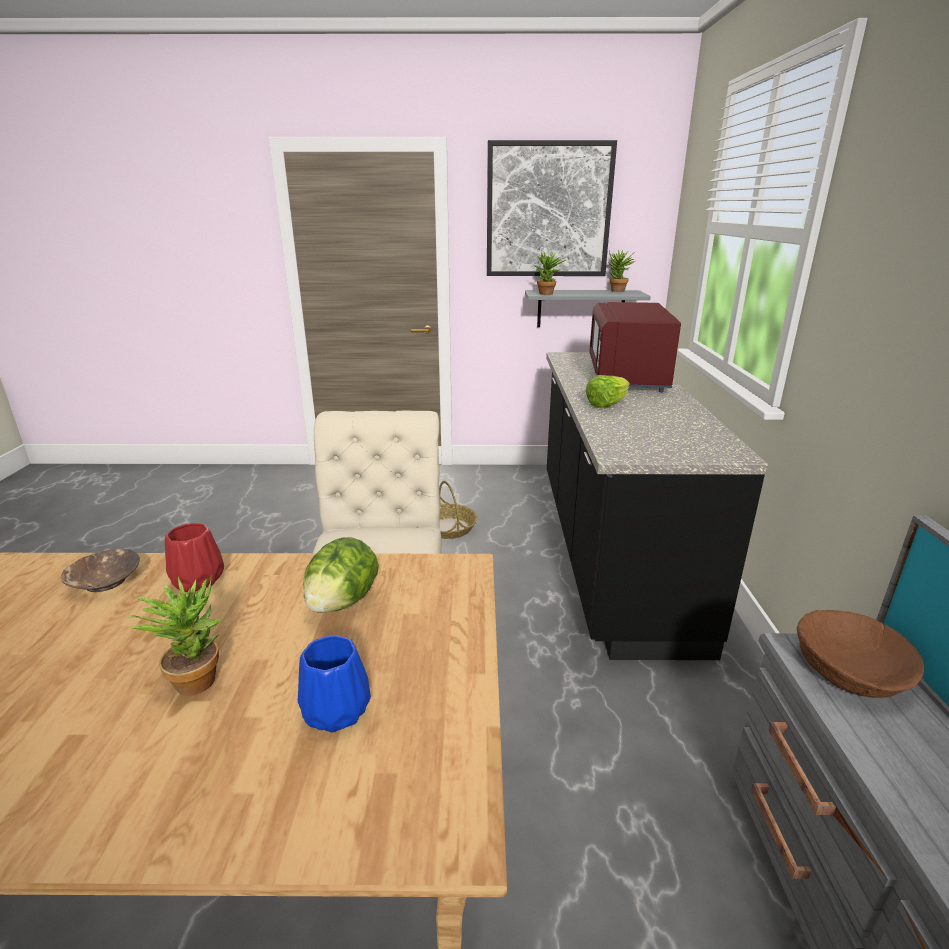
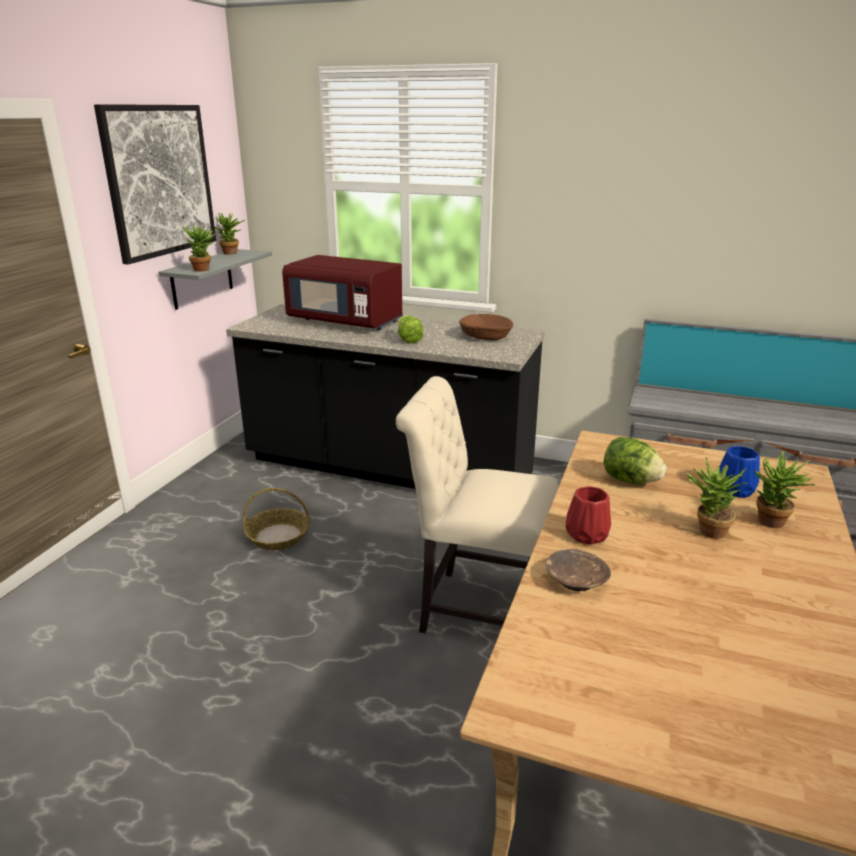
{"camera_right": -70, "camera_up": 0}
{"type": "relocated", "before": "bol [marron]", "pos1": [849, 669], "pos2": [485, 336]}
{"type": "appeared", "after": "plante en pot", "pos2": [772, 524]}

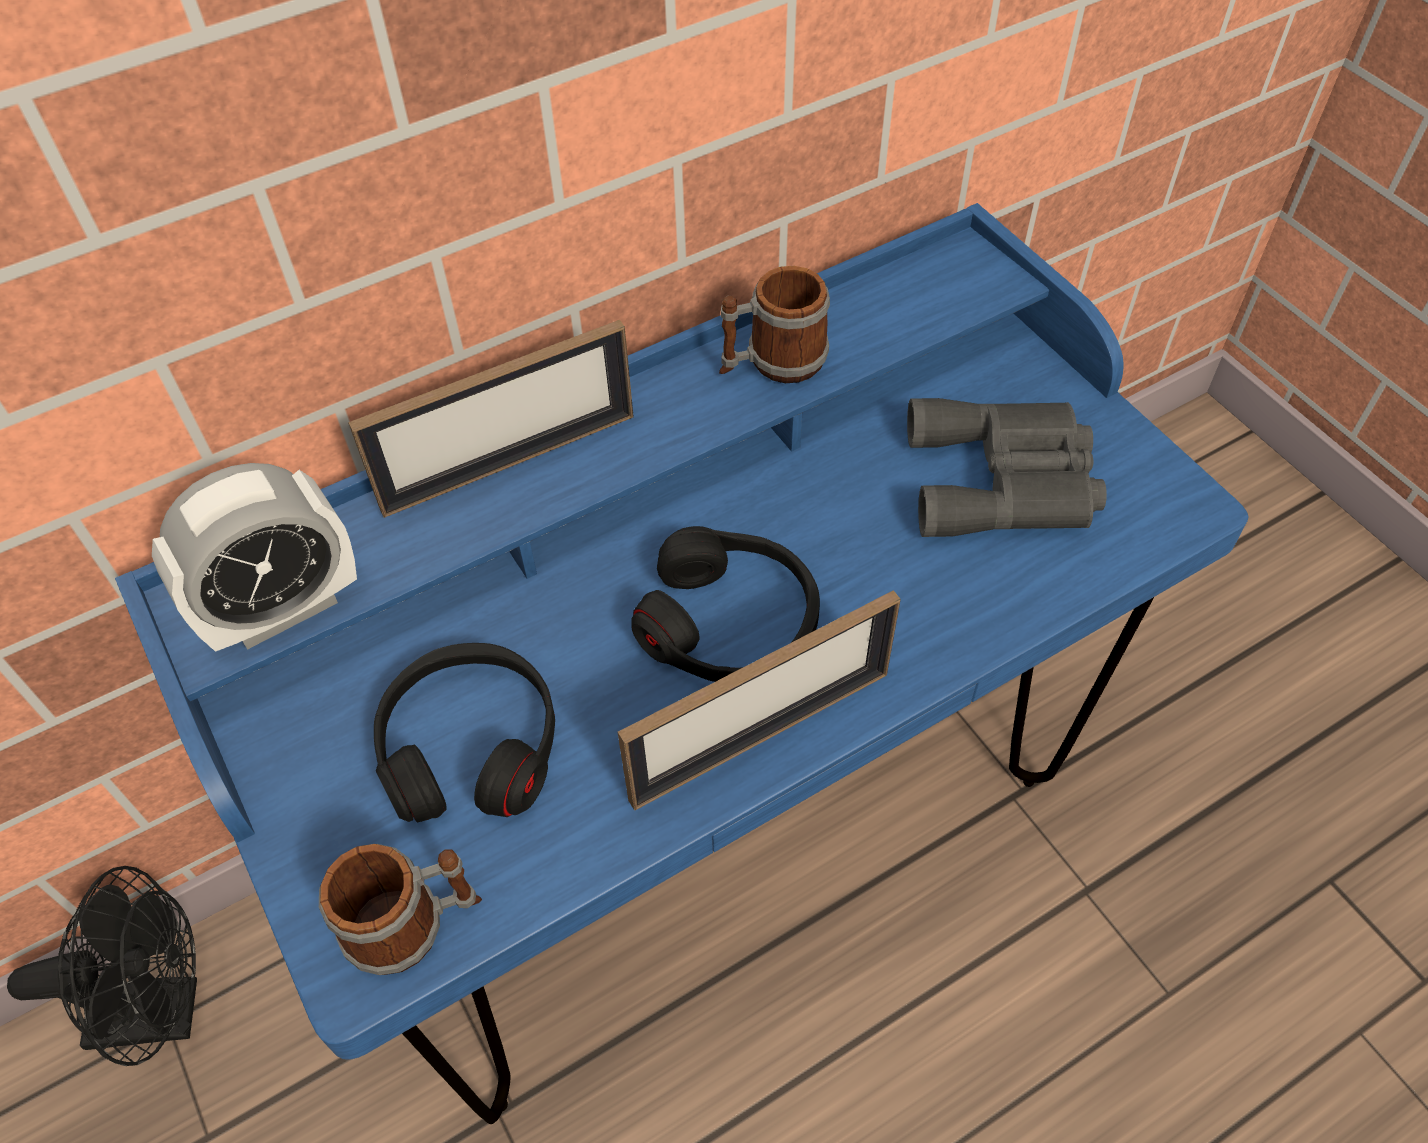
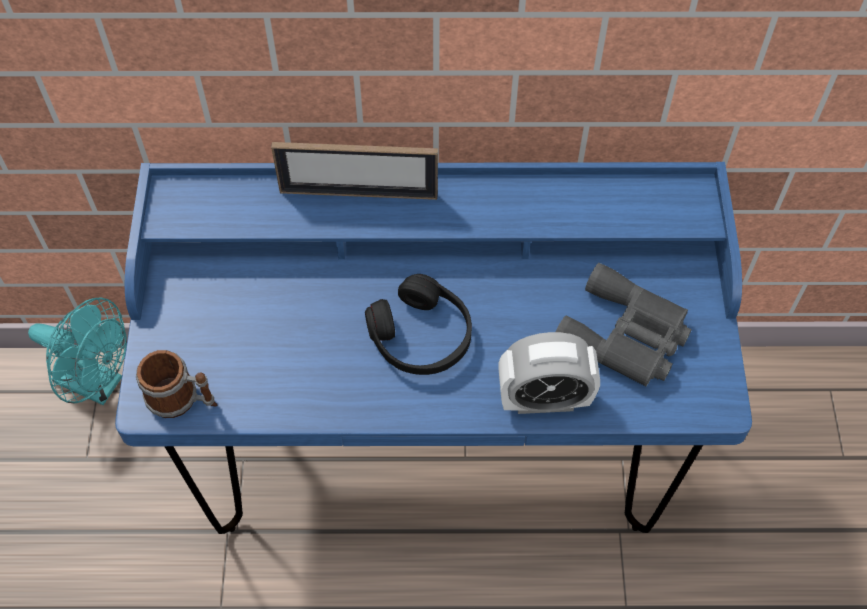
{"camera_right": 30, "camera_up": 5}
{"type": "colour", "before": "ventilateur [noir]", "after": "ventilateur [turquoise]", "pos1": [162, 1010], "pos2": [98, 384]}
{"type": "relocated", "before": "réveil", "pos1": [283, 609], "pos2": [544, 399]}
{"type": "missing", "before": "casque audio [noir]", "pos1": [470, 745]}
{"type": "missing", "before": "cadre photo", "pos1": [761, 735]}
{"type": "missing", "before": "mug", "pos1": [772, 362]}

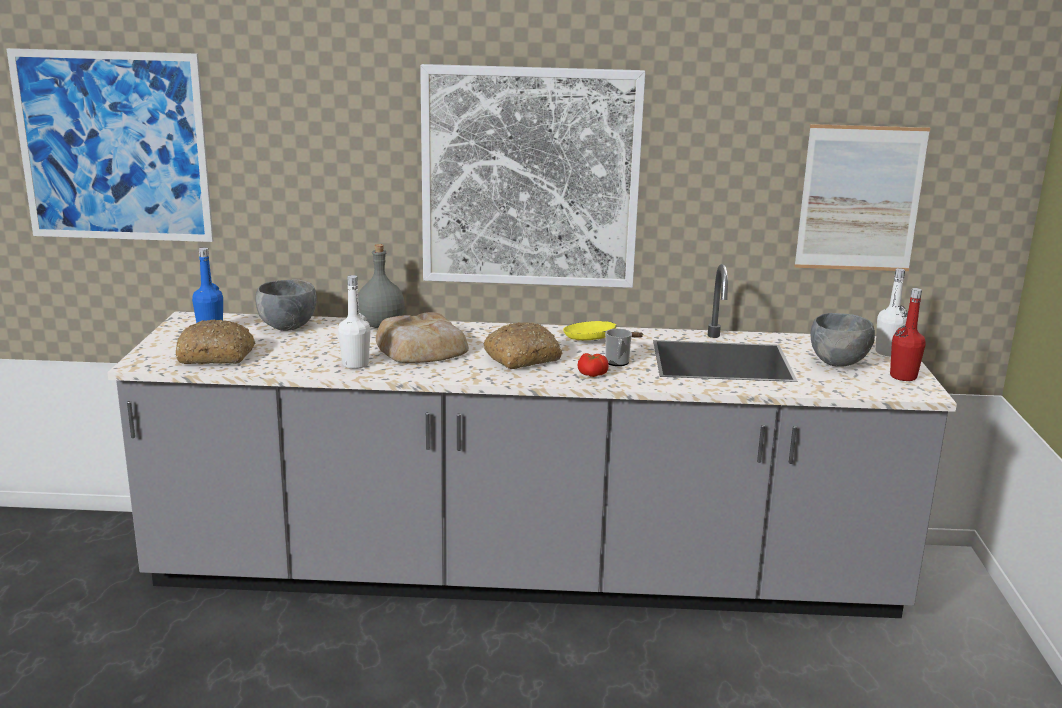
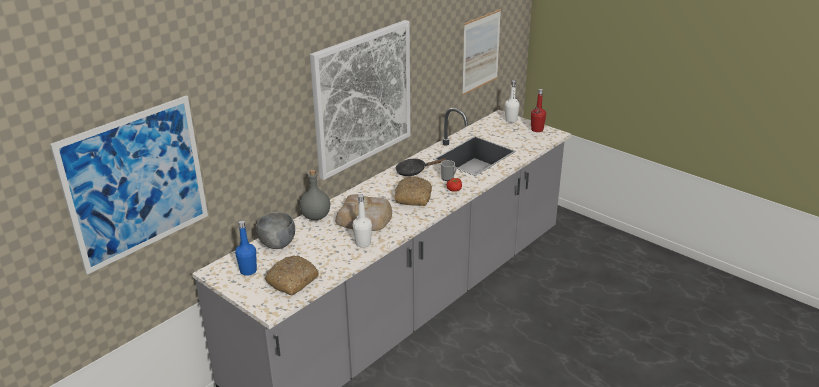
{"camera_right": -50, "camera_up": 10}
{"type": "colour", "before": "poêle [jaune]", "after": "poêle [noir]", "pos1": [594, 339], "pos2": [414, 171]}
{"type": "missing", "before": "bol [gris]", "pos1": [839, 363]}

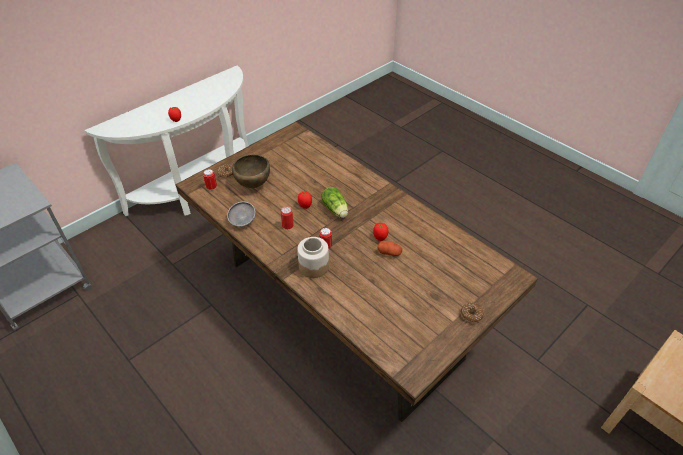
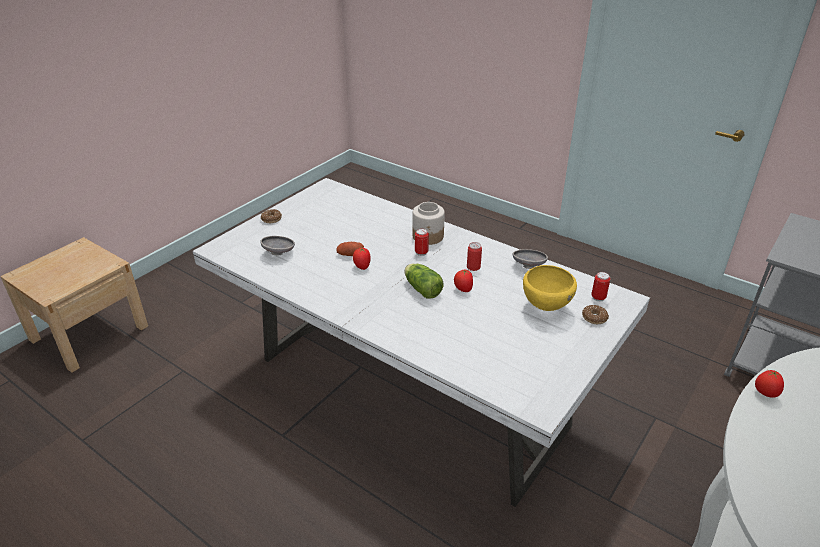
{"camera_right": 170, "camera_up": -10}
{"type": "colour", "before": "table à manger [marron]", "after": "table à manger [blanc]", "pos1": [340, 309], "pos2": [411, 392]}
{"type": "colour", "before": "bol [marron]", "after": "bol [jaune]", "pos1": [253, 185], "pos2": [545, 307]}
{"type": "appeared", "after": "bol [gris]", "pos2": [279, 252]}

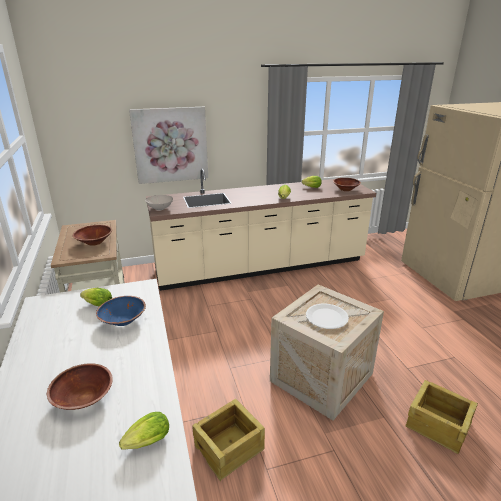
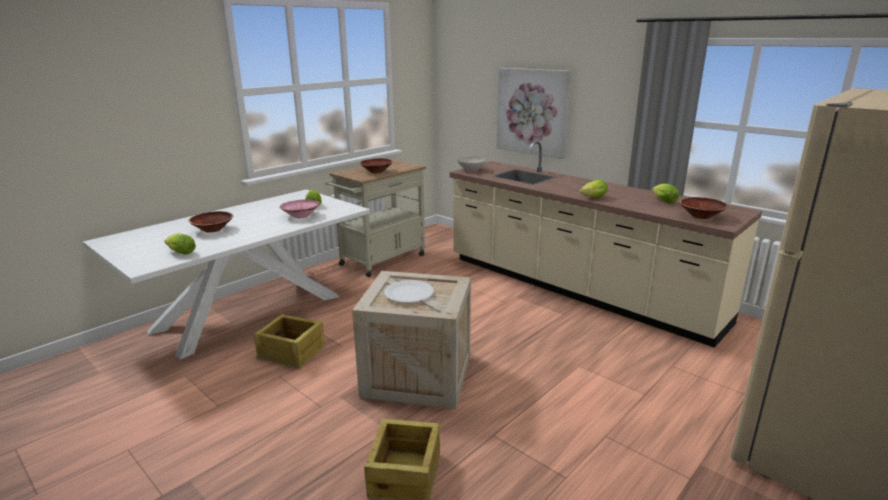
{"camera_right": 60, "camera_up": -5}
{"type": "colour", "before": "bol [bleu]", "after": "bol [rose]", "pos1": [123, 320], "pos2": [301, 216]}

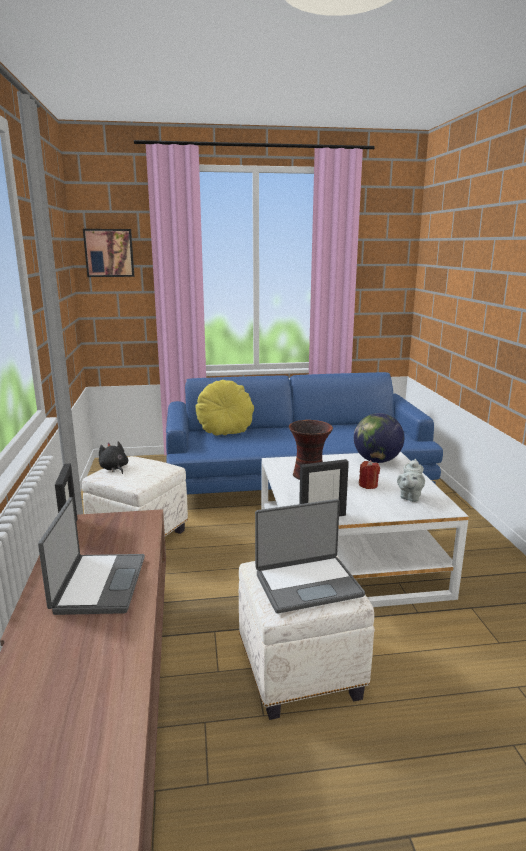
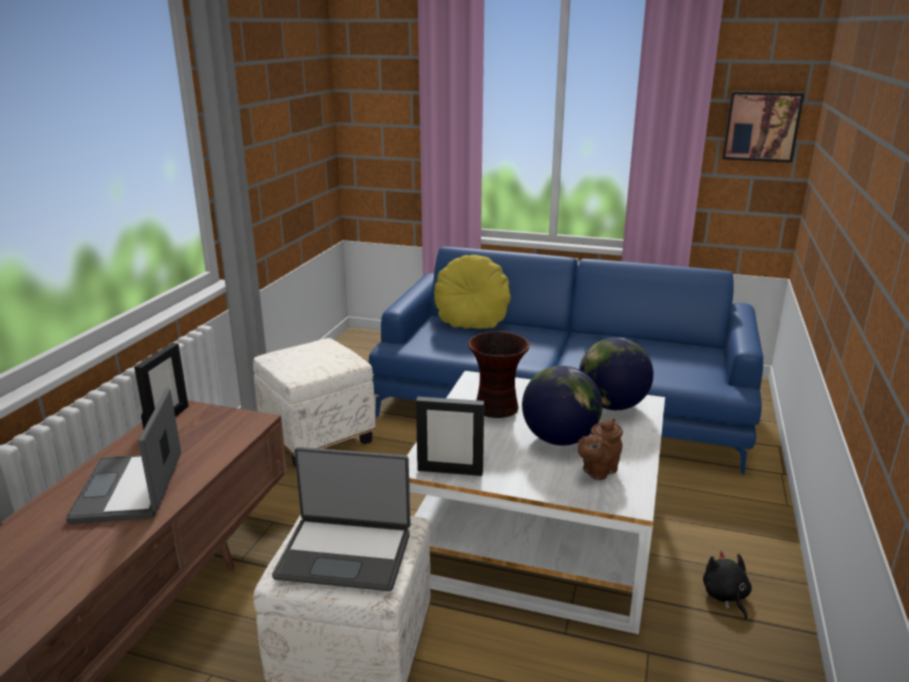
{"camera_right": 25, "camera_up": 5}
{"type": "spun", "before": "ordinateur portable", "pos1": [98, 584], "pos2": [131, 489], "turn": 150}
{"type": "relocated", "before": "tableau", "pos1": [109, 253], "pos2": [761, 126]}
{"type": "relocated", "before": "peluche [noir]", "pos1": [114, 468], "pos2": [725, 596]}
{"type": "exchanged", "before": "bougie [rouge]", "after": "globe", "pos1": [368, 485], "pos2": [559, 440]}
{"type": "colour", "before": "théière [gris]", "after": "théière [marron]", "pos1": [409, 497], "pos2": [597, 471]}

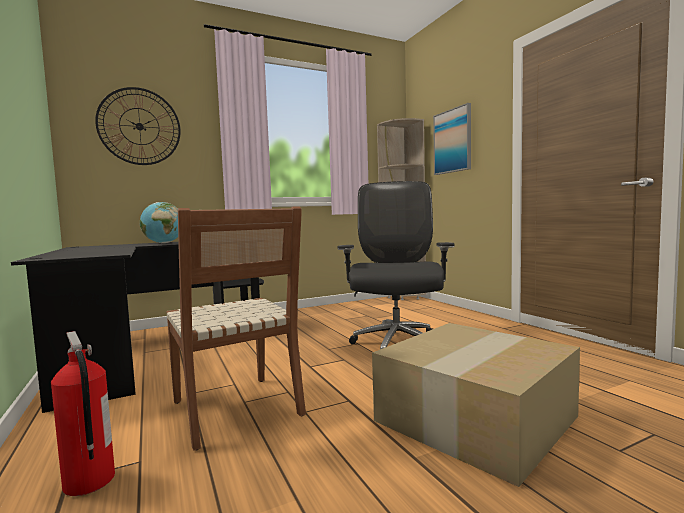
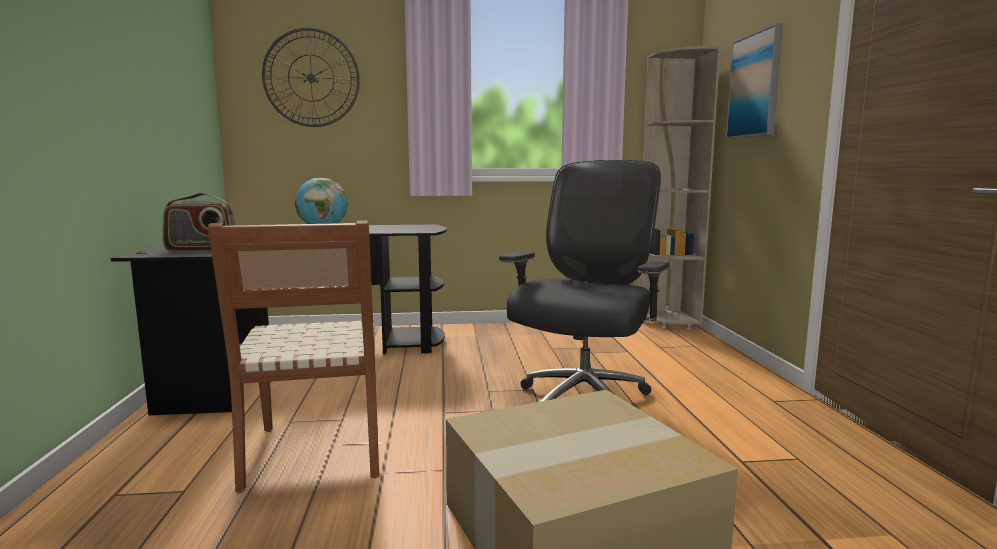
{"camera_right": 20, "camera_up": 5}
{"type": "missing", "before": "extincteur", "pos1": [88, 482]}
{"type": "appeared", "after": "radio", "pos2": [201, 250]}

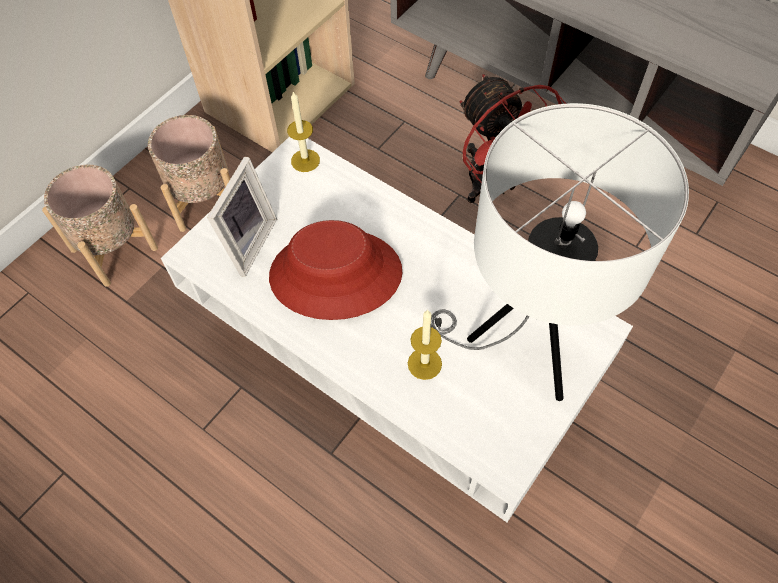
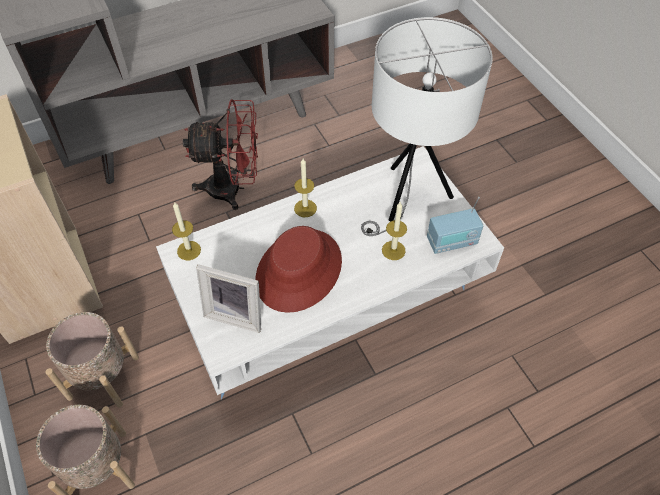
{"camera_right": -65, "camera_up": -5}
{"type": "spun", "before": "cadre photo", "pos1": [246, 243], "pos2": [236, 313], "turn": 150}
{"type": "appeared", "after": "bougie", "pos2": [305, 208]}
{"type": "appeared", "after": "radio", "pos2": [452, 242]}

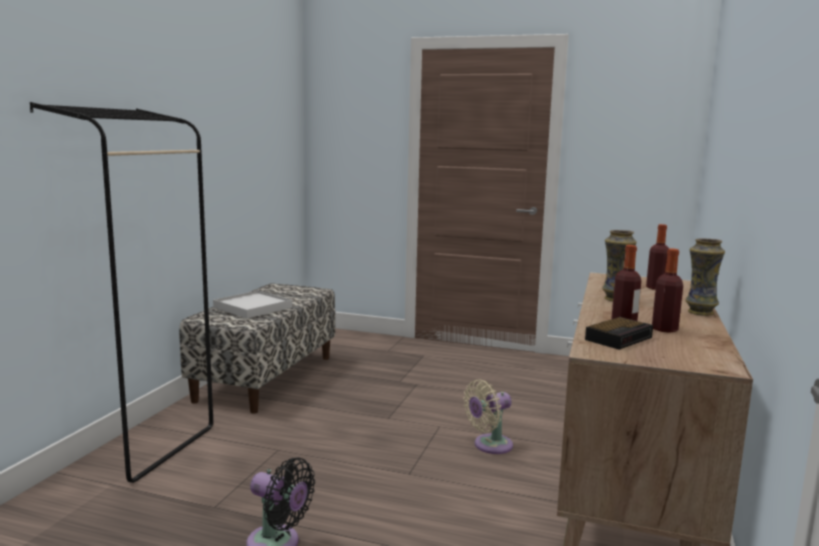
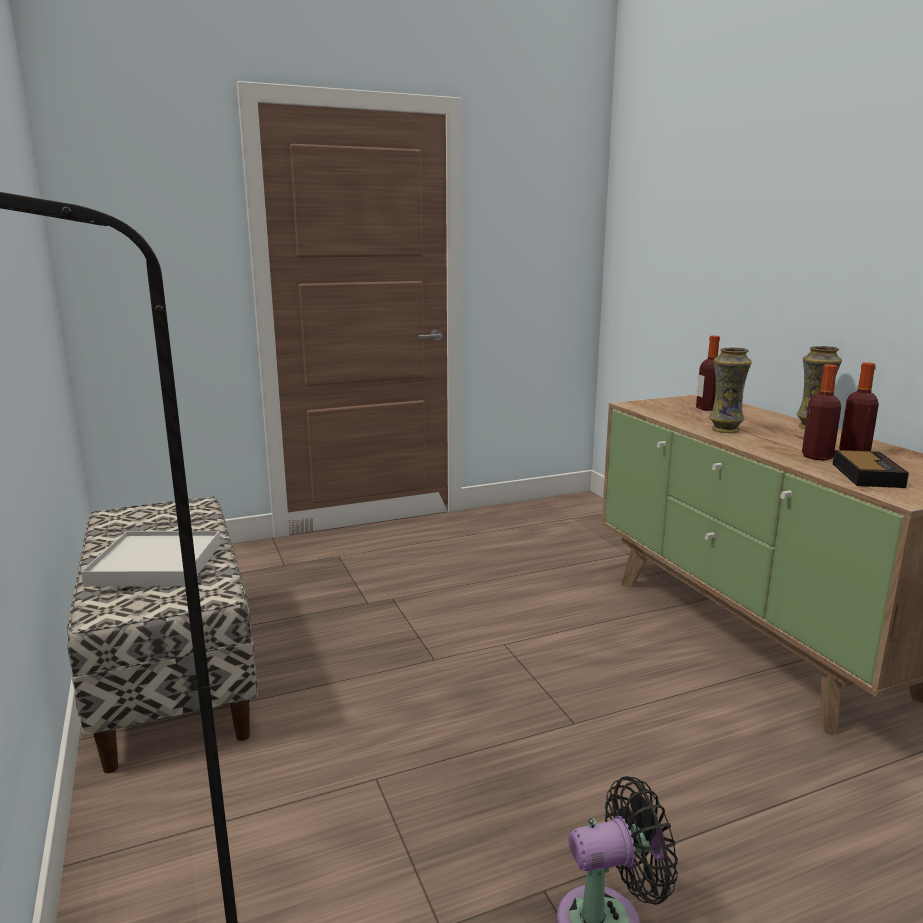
{"camera_right": -40, "camera_up": 5}
{"type": "missing", "before": "ventilateur [beige]", "pos1": [489, 445]}

